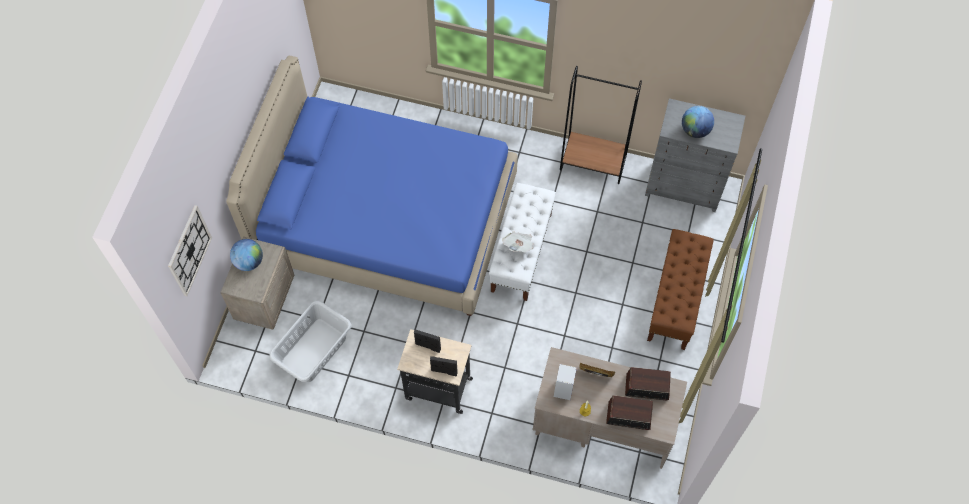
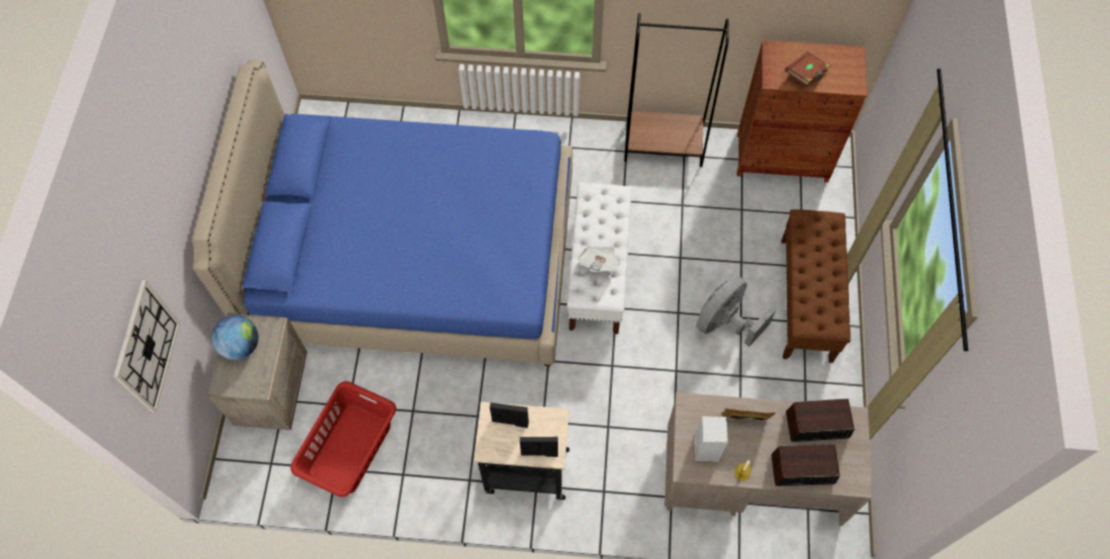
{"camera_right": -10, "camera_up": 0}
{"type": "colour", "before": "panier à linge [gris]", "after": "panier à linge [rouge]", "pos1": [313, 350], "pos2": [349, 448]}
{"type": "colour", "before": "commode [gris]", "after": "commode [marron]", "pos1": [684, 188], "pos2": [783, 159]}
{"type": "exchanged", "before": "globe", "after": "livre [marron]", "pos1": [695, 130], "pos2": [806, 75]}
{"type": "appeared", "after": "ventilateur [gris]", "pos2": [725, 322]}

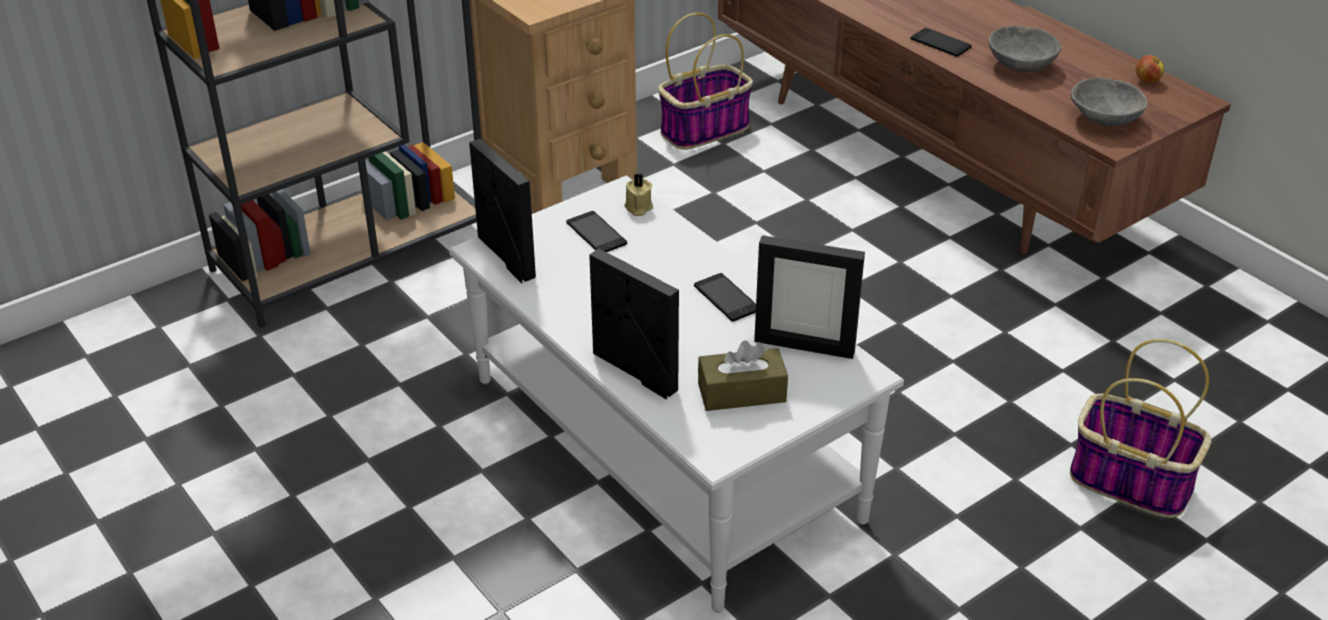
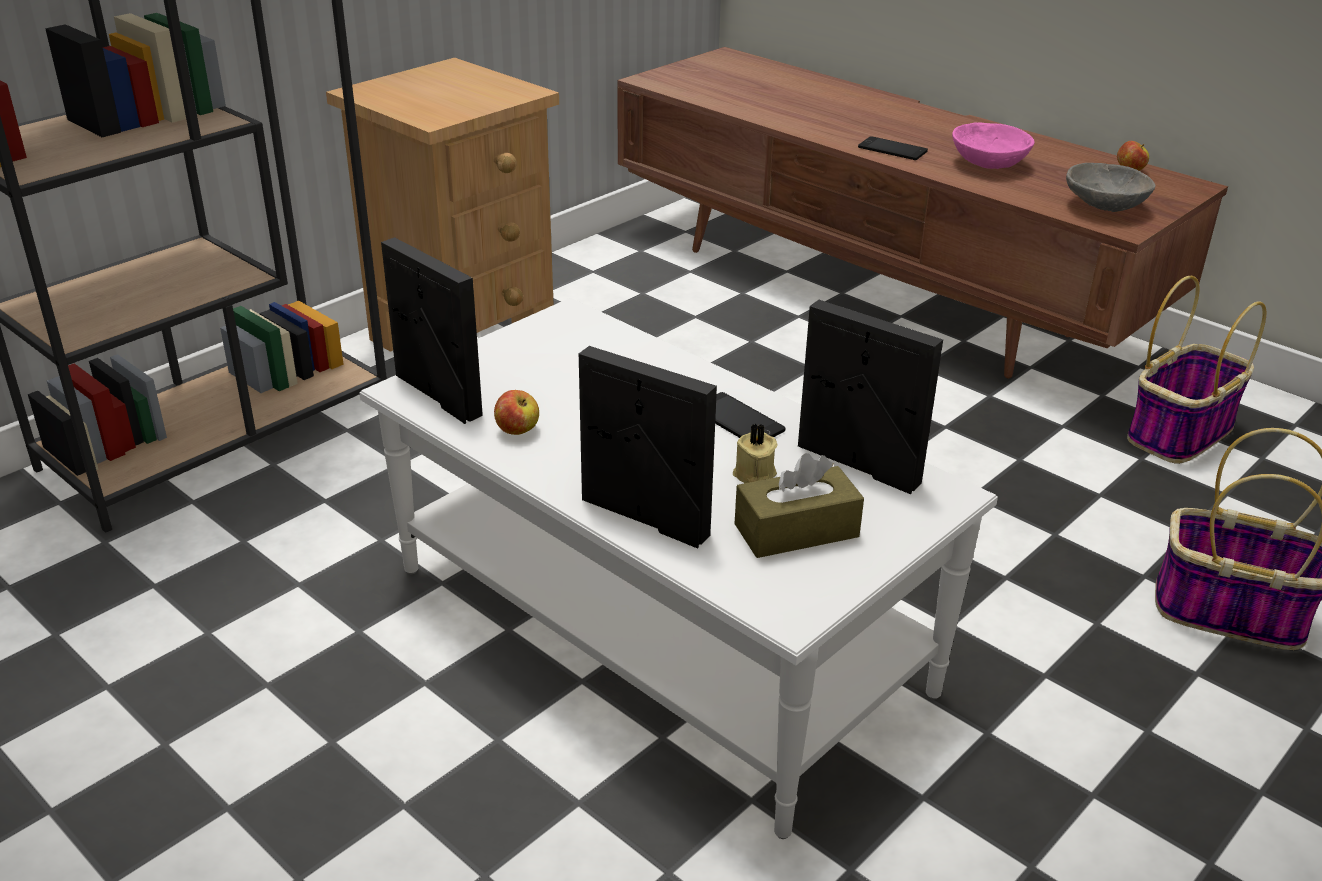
{"camera_right": -10, "camera_up": -5}
{"type": "missing", "before": "téléphone", "pos1": [596, 233]}
{"type": "relocated", "before": "bougie [beige]", "pos1": [638, 208], "pos2": [754, 476]}
{"type": "relocated", "before": "panier", "pos1": [705, 129], "pos2": [1180, 432]}
{"type": "spun", "before": "cadre photo", "pos1": [804, 345], "pos2": [856, 466], "turn": -150}
{"type": "colour", "before": "bol [gris]", "after": "bol [rose]", "pos1": [1020, 65], "pos2": [987, 164]}
{"type": "appeared", "after": "pomme", "pos2": [517, 431]}

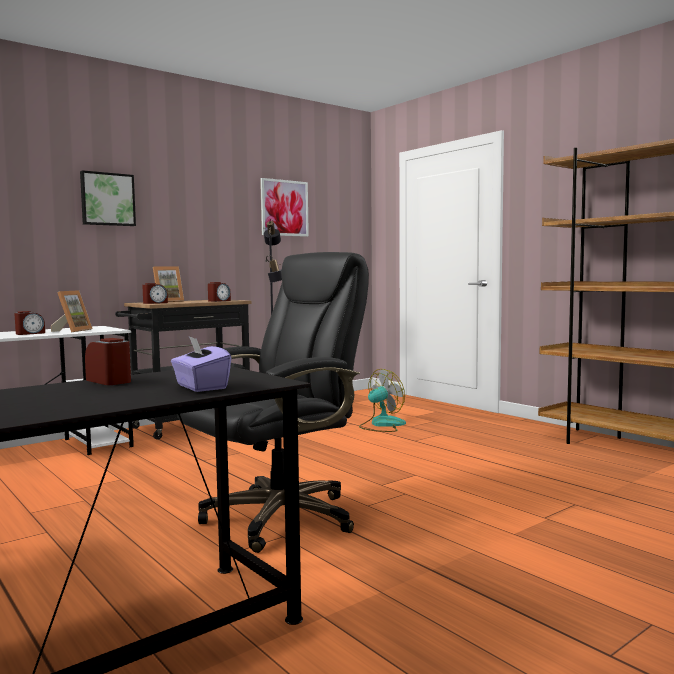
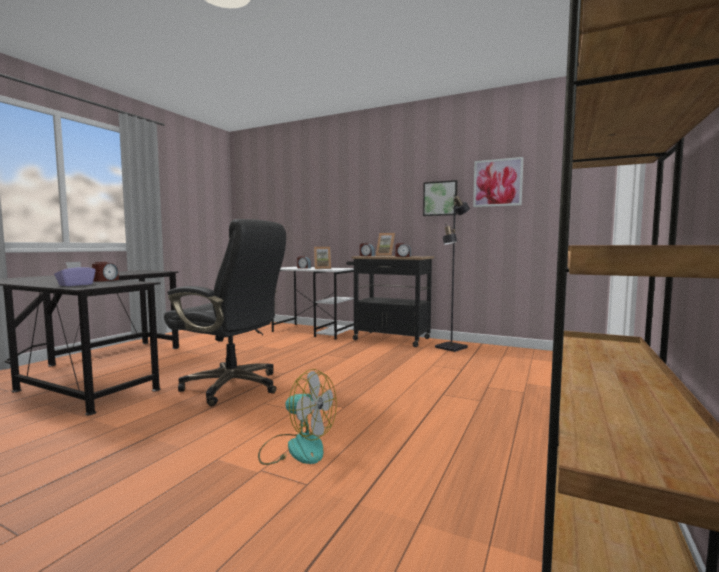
{"camera_right": 65, "camera_up": 0}
{"type": "relocated", "before": "tableau", "pos1": [107, 199], "pos2": [440, 198]}
{"type": "relocated", "before": "ventilateur", "pos1": [381, 425], "pos2": [296, 448]}

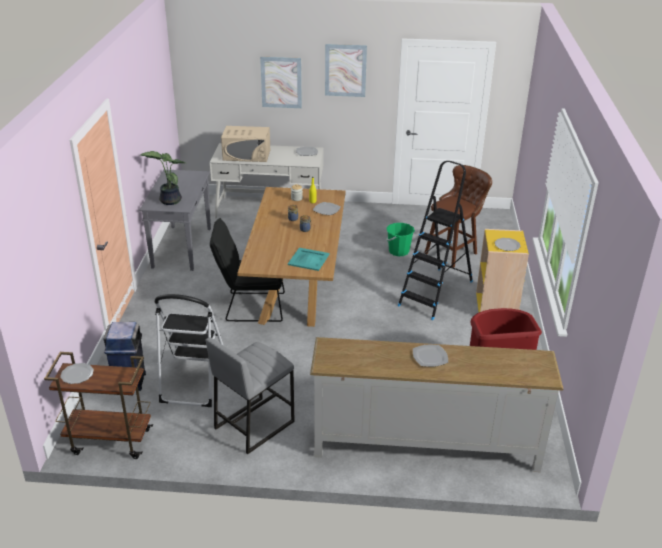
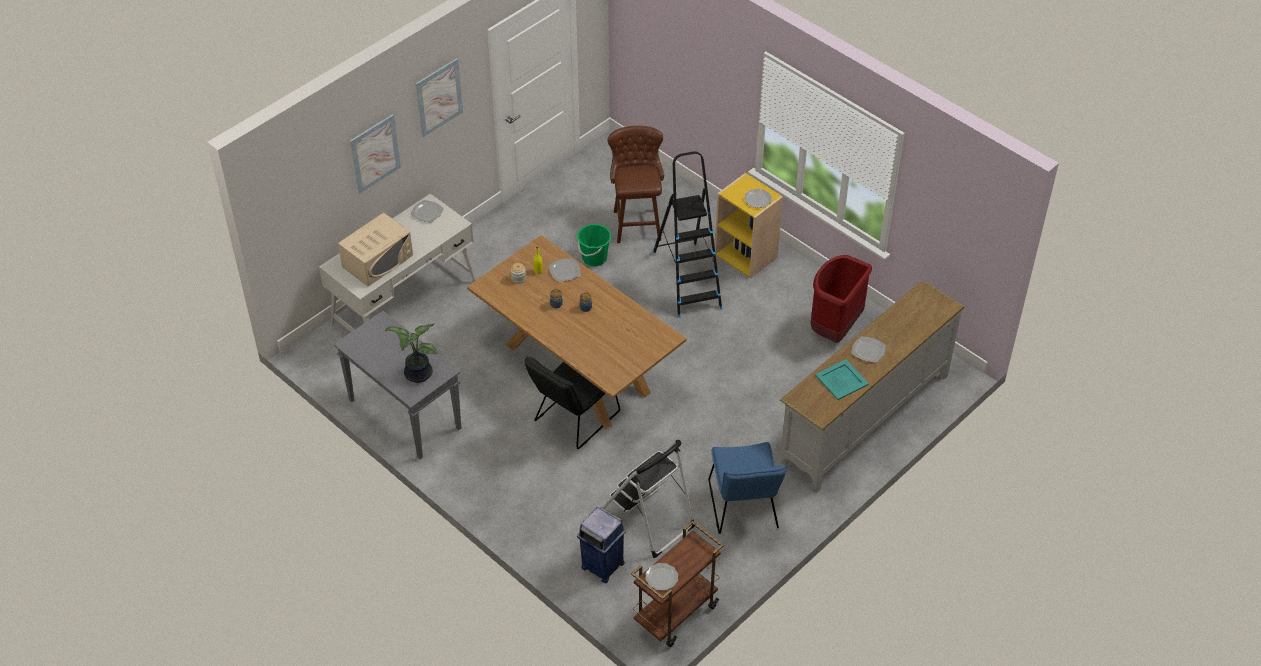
{"camera_right": -50, "camera_up": 15}
{"type": "exchanged", "before": "tabouret [gris]", "after": "chaise [bleu]", "pos1": [254, 425], "pos2": [744, 509]}
{"type": "relocated", "before": "plateau [turquoise]", "pos1": [308, 259], "pos2": [841, 380]}

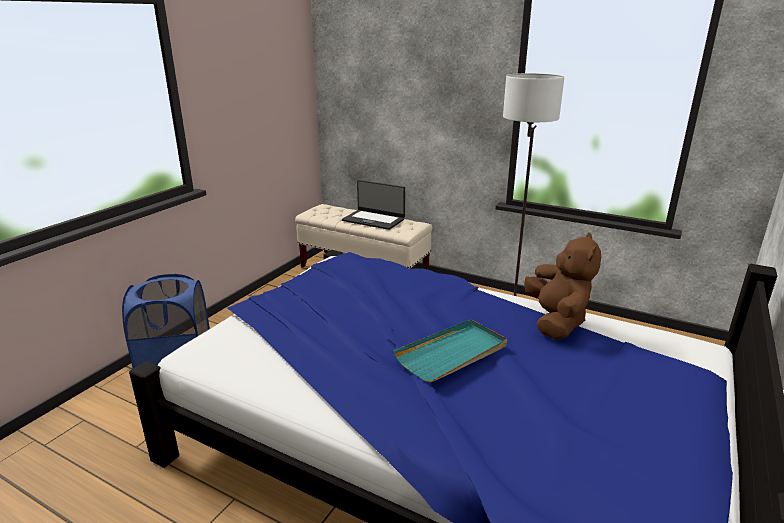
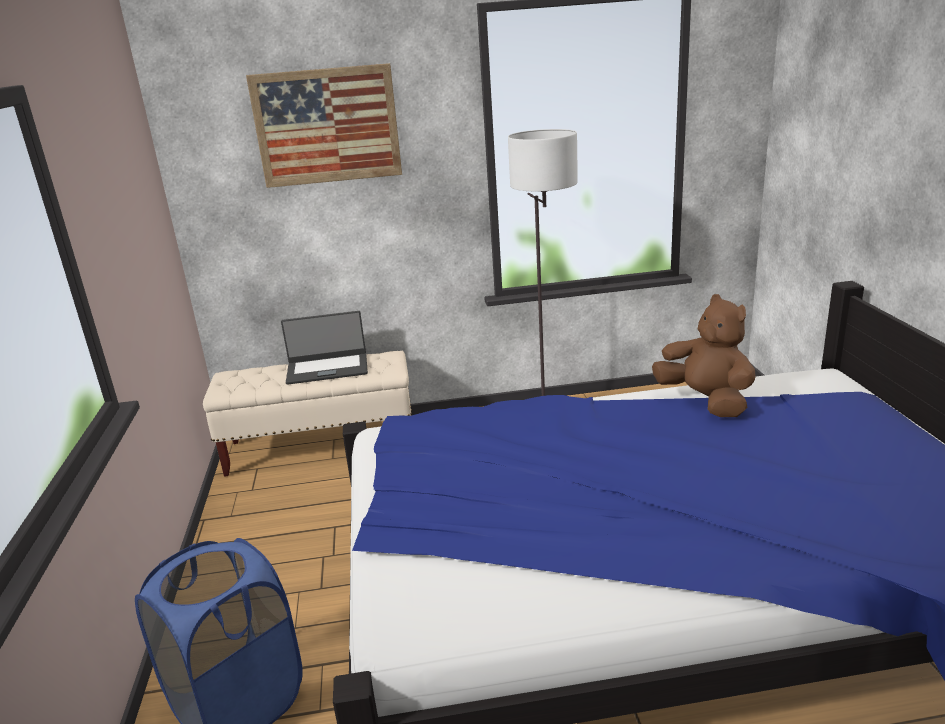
{"camera_right": -35, "camera_up": 0}
{"type": "missing", "before": "plateau [turquoise]", "pos1": [452, 353]}
{"type": "appeared", "after": "tableau", "pos2": [327, 126]}

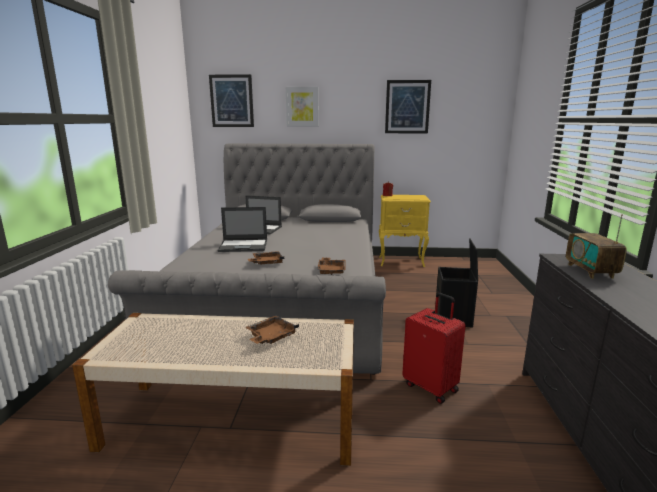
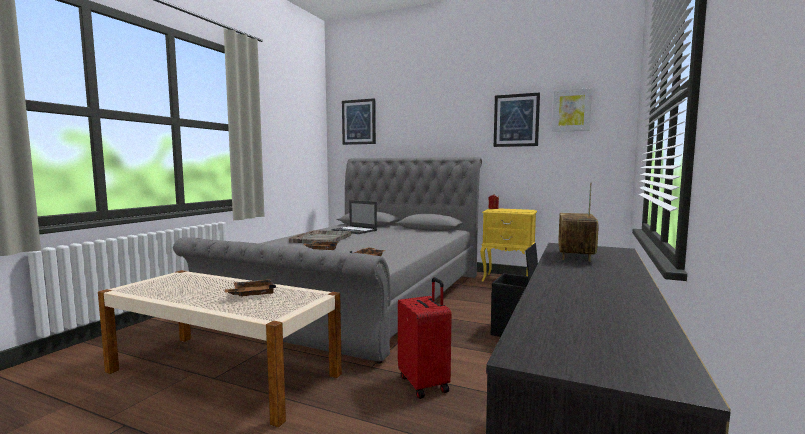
{"camera_right": 20, "camera_up": -10}
{"type": "exchanged", "before": "ordinateur portable", "after": "plateau [gris]", "pos1": [244, 246], "pos2": [322, 238]}
{"type": "relocated", "before": "tableau", "pos1": [302, 106], "pos2": [571, 110]}

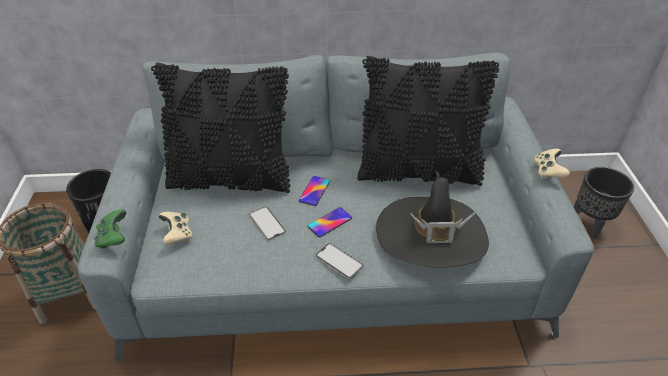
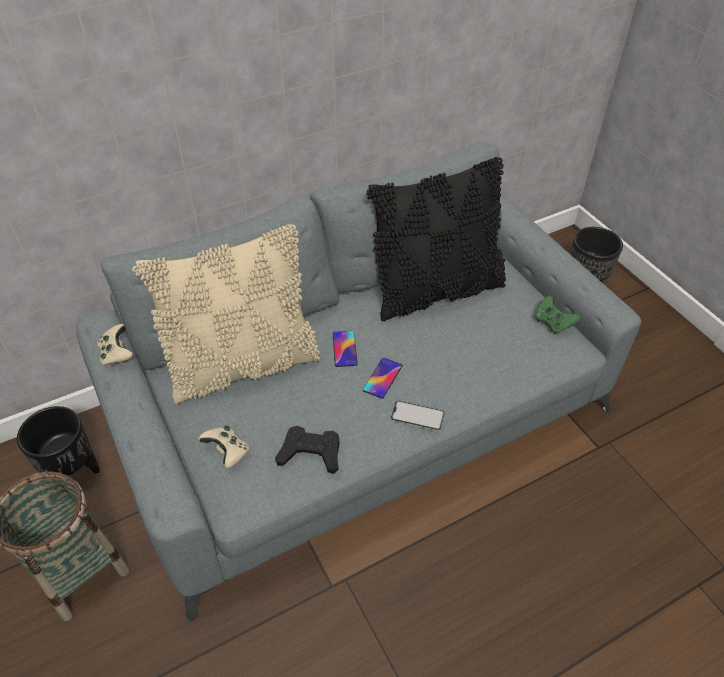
{"camera_right": -25, "camera_up": 5}
{"type": "relocated", "before": "manette [vert]", "pos1": [113, 237], "pos2": [552, 323]}
{"type": "colour", "before": "coussin [noir]", "after": "coussin [beige]", "pos1": [231, 179], "pos2": [243, 366]}
{"type": "missing", "before": "téléphone", "pos1": [267, 223]}
{"type": "missing", "before": "chapeau [noir]", "pos1": [431, 235]}
{"type": "relocated", "before": "manette [beige]", "pos1": [548, 172], "pos2": [117, 354]}
{"type": "appeared", "after": "manette [noir]", "pos2": [310, 453]}

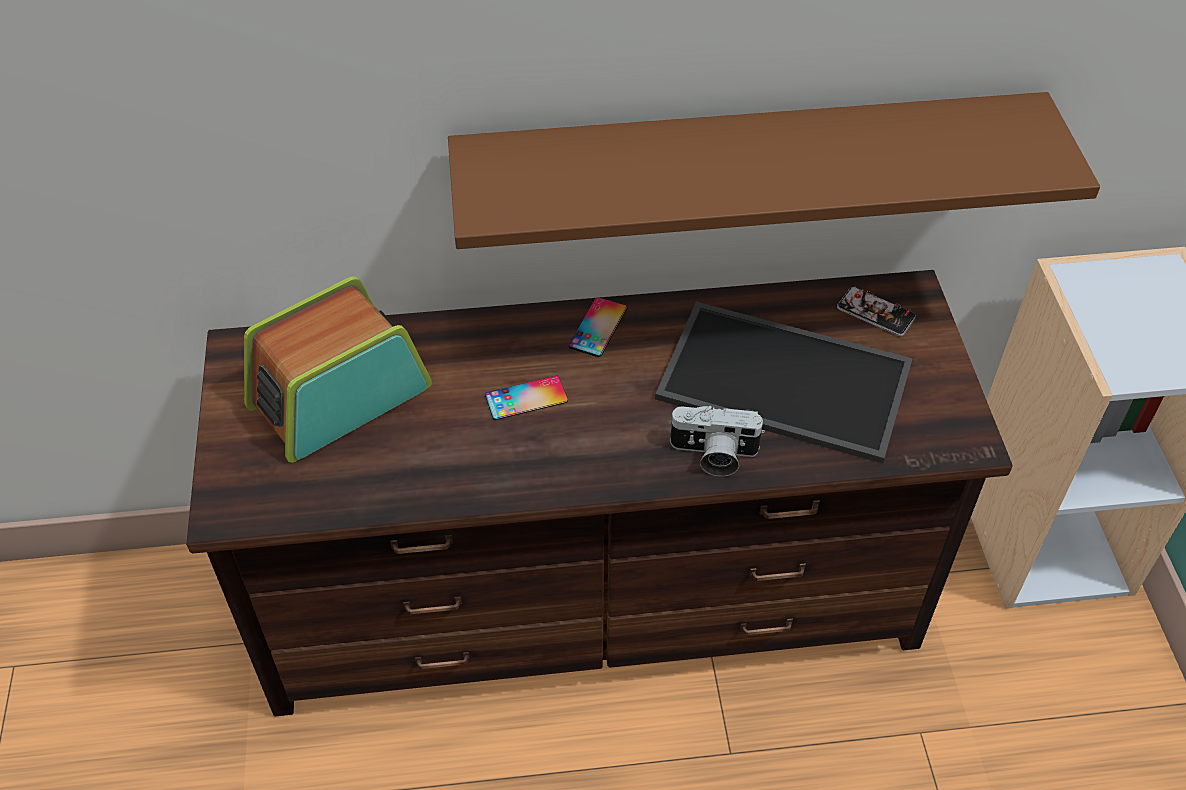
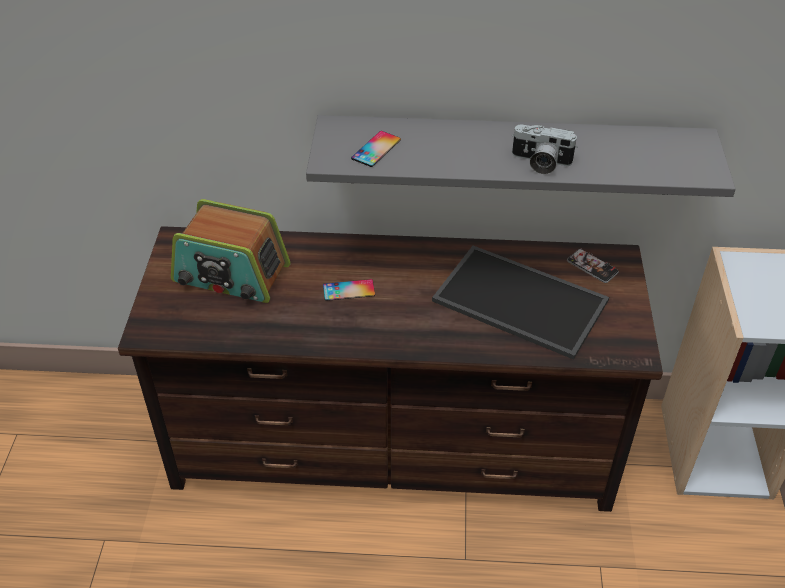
{"camera_right": 10, "camera_up": -5}
{"type": "spun", "before": "radio", "pos1": [338, 396], "pos2": [231, 274], "turn": -135}
{"type": "colour", "before": "étagère [marron]", "after": "étagère [gris]", "pos1": [747, 162], "pos2": [511, 155]}
{"type": "relocated", "before": "téléphone", "pos1": [598, 327], "pos2": [376, 149]}
{"type": "relocated", "before": "appareil photo", "pos1": [713, 455], "pos2": [540, 162]}

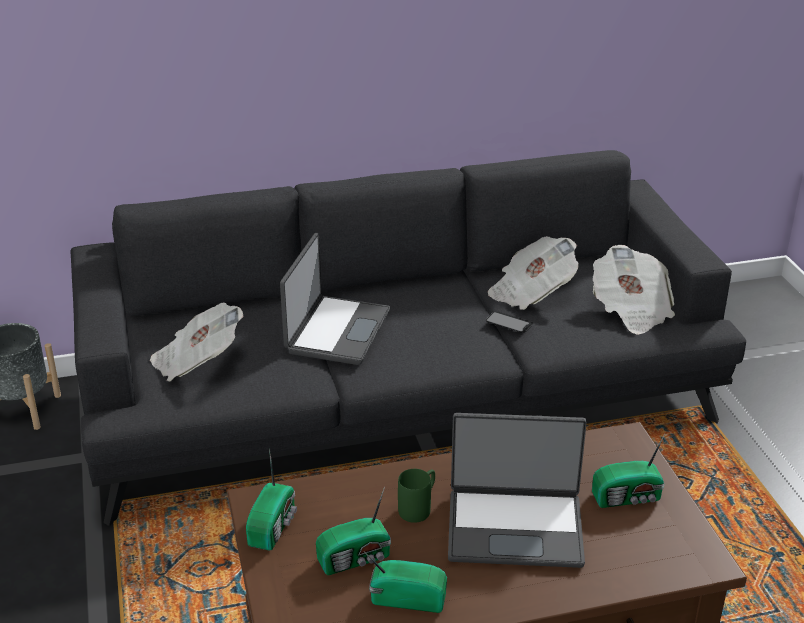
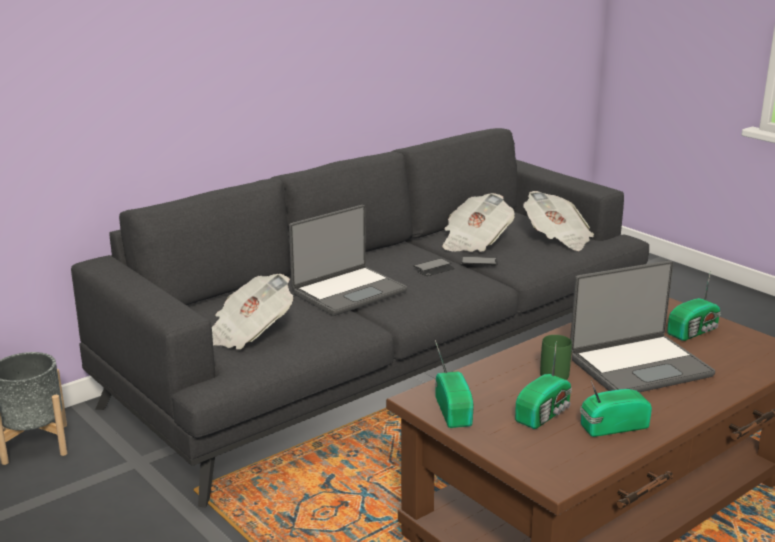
{"camera_right": -25, "camera_up": -10}
{"type": "spun", "before": "ordinateur portable", "pos1": [336, 331], "pos2": [348, 292], "turn": 60}
{"type": "appeared", "after": "téléphone", "pos2": [434, 268]}

